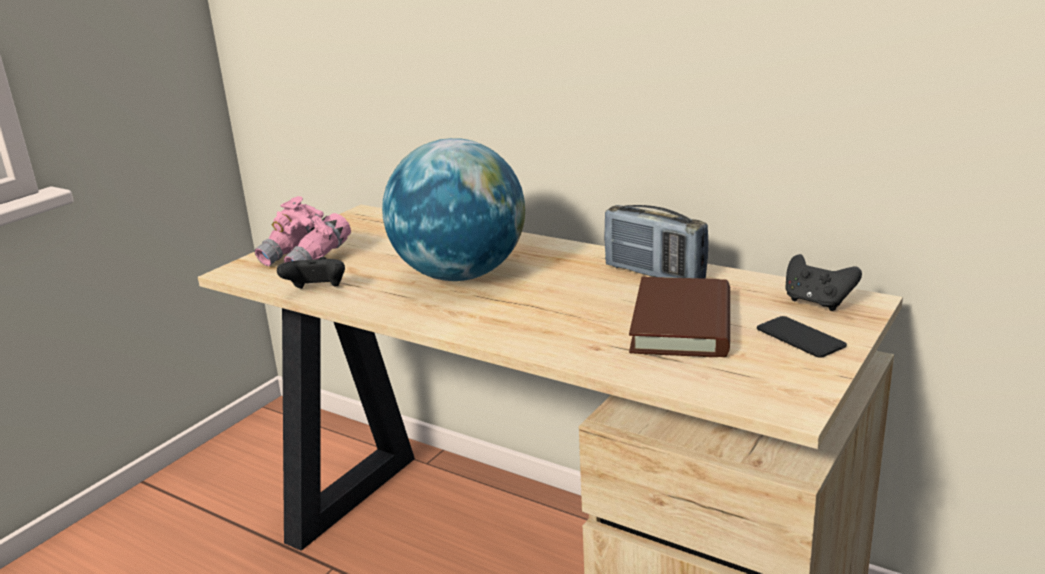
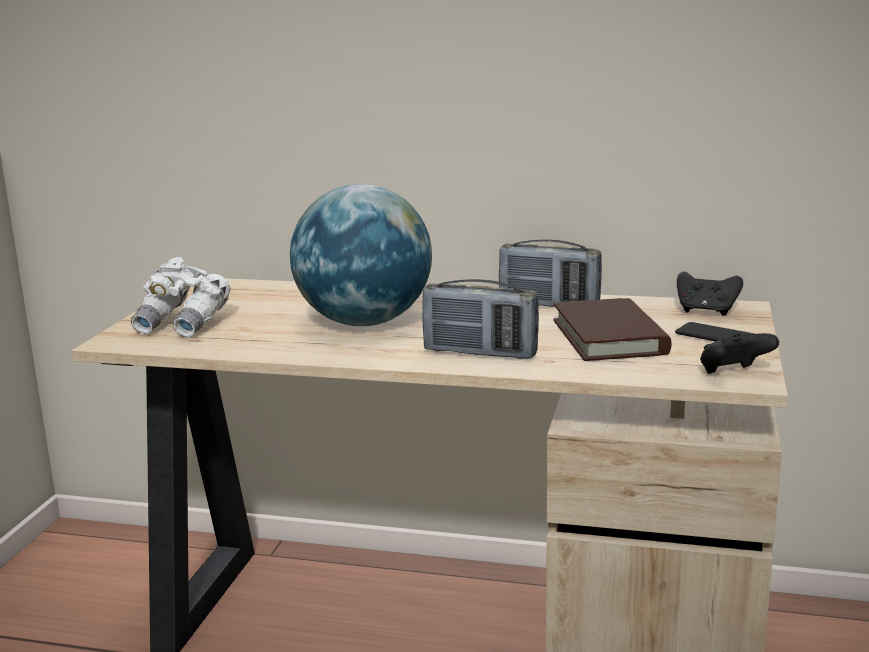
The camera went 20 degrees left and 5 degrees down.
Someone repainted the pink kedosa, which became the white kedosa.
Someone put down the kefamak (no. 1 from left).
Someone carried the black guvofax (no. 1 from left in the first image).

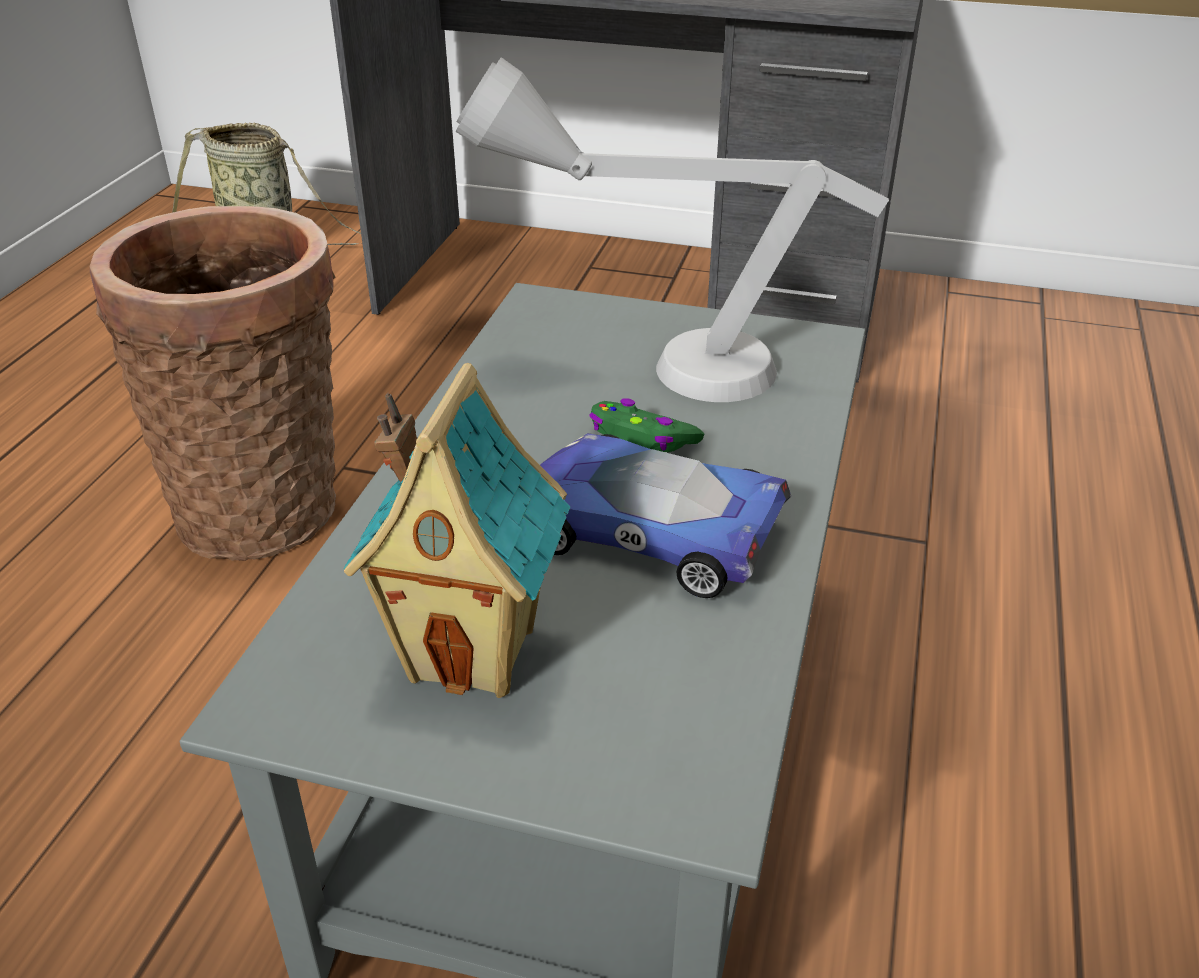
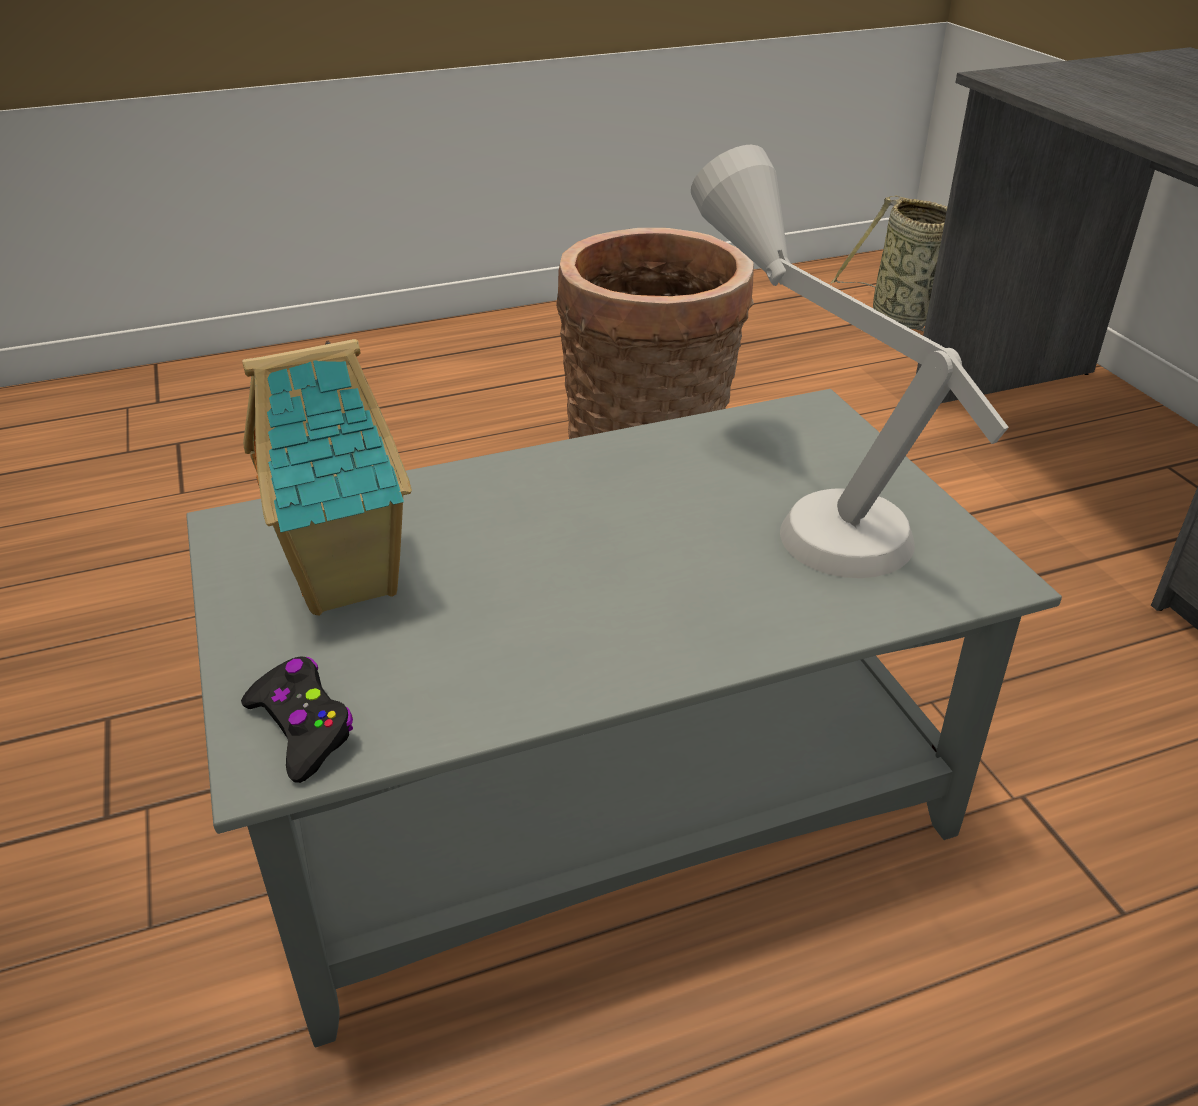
The camera went 55 degrees right and 0 degrees up.
Someone put down the black guvofax.
Someone took away the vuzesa.
Someone took away the green guvofax.

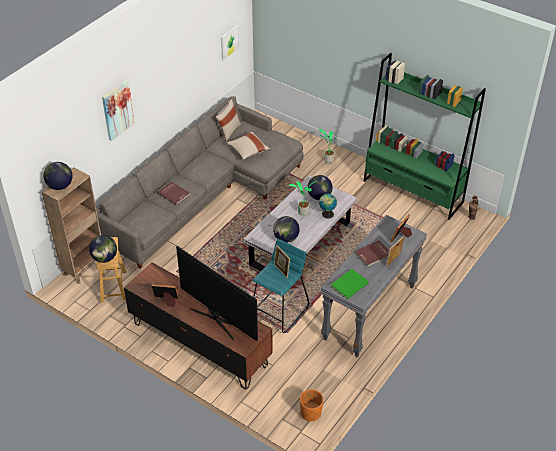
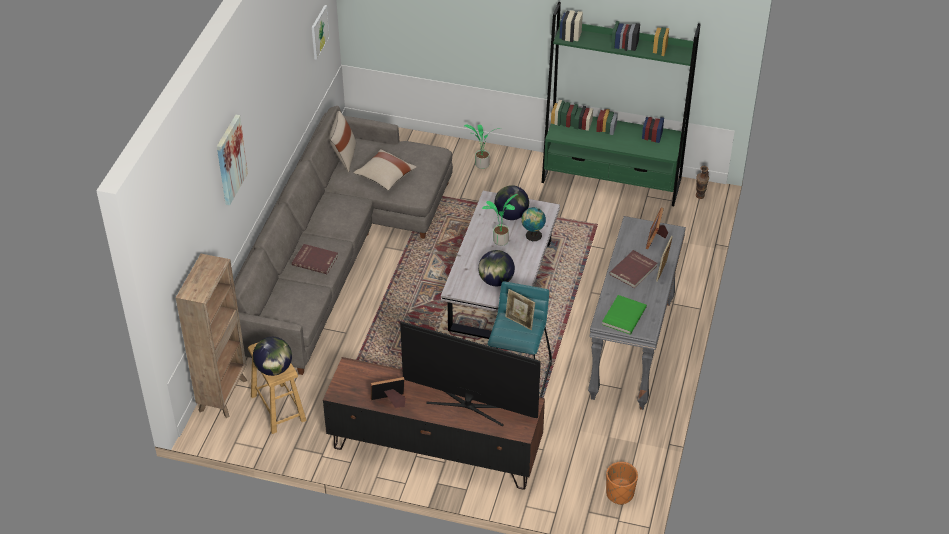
The camera went 20 degrees left and 0 degrees up.
Someone took away the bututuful (no. 1 from left).

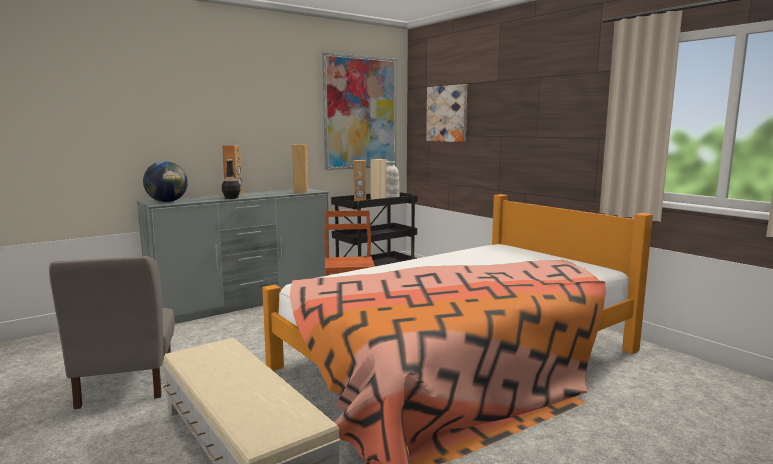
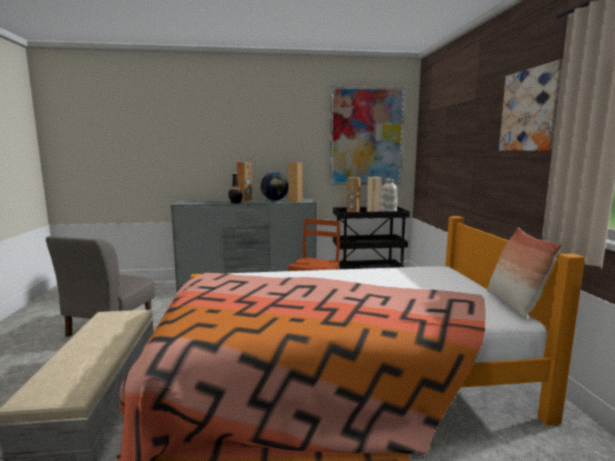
The camera went 30 degrees right and 0 degrees up.
Someone carried the bututuful.
Someone put down the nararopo.
Someone carried the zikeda (no. 2 from left).

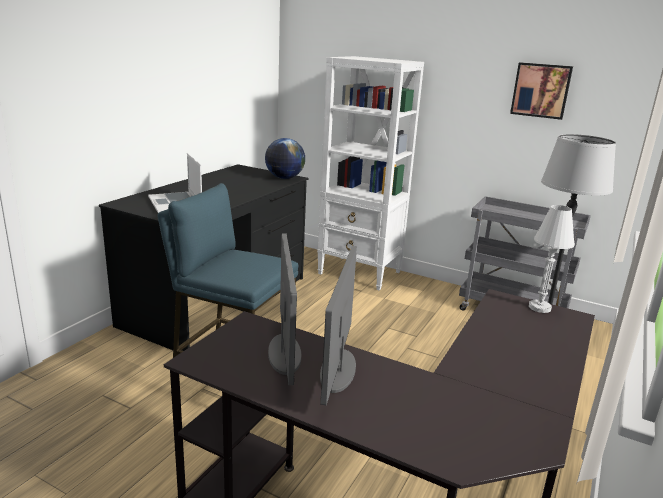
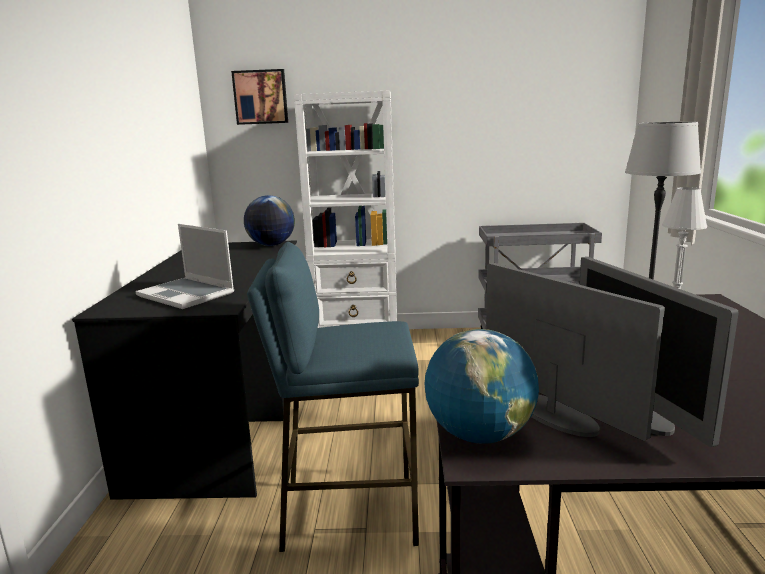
The camera went 25 degrees left and 5 degrees down.
Someone carried the zikeda.
Someone put down the bututuful (no. 2 from left).

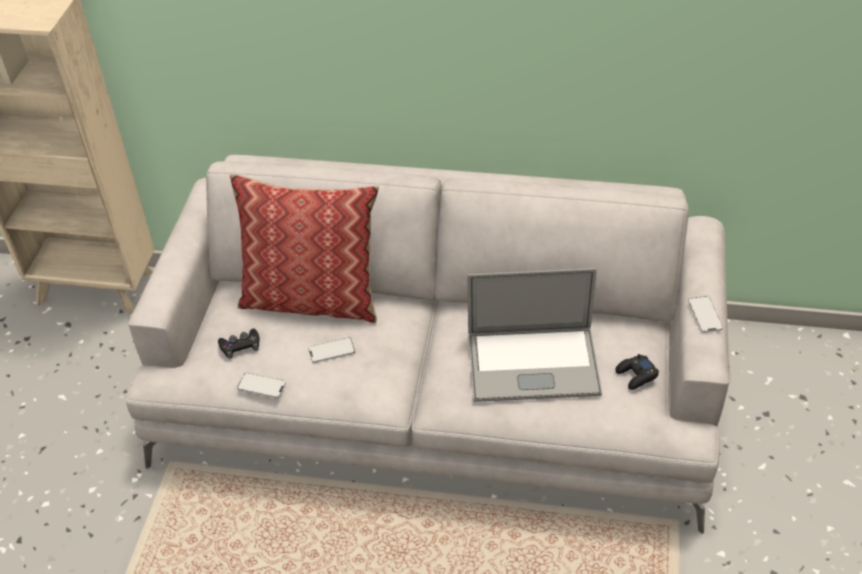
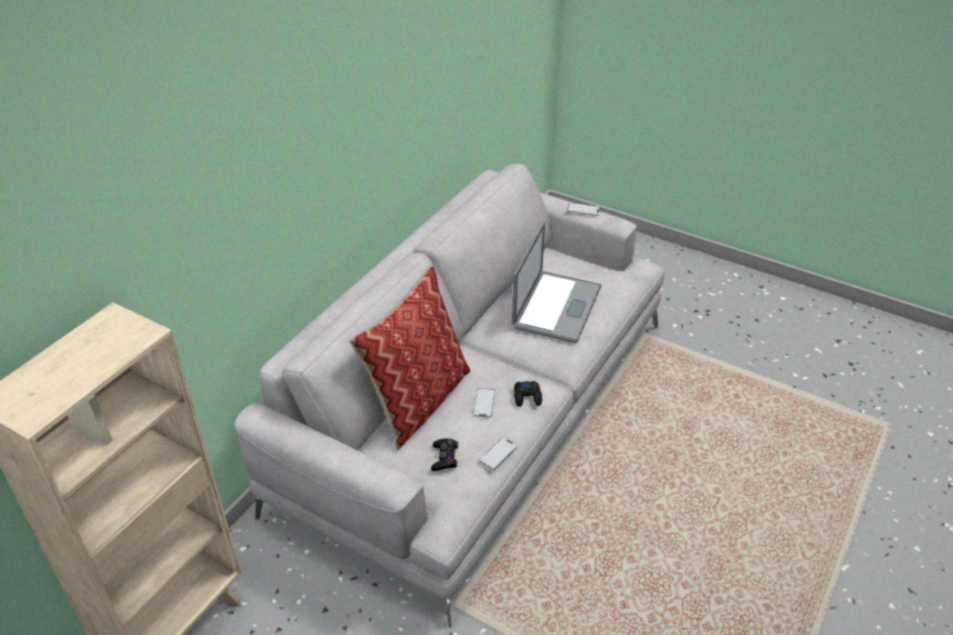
The camera went 70 degrees left and 5 degrees down.
Someone carried the black guvofax (no. 2 from left).

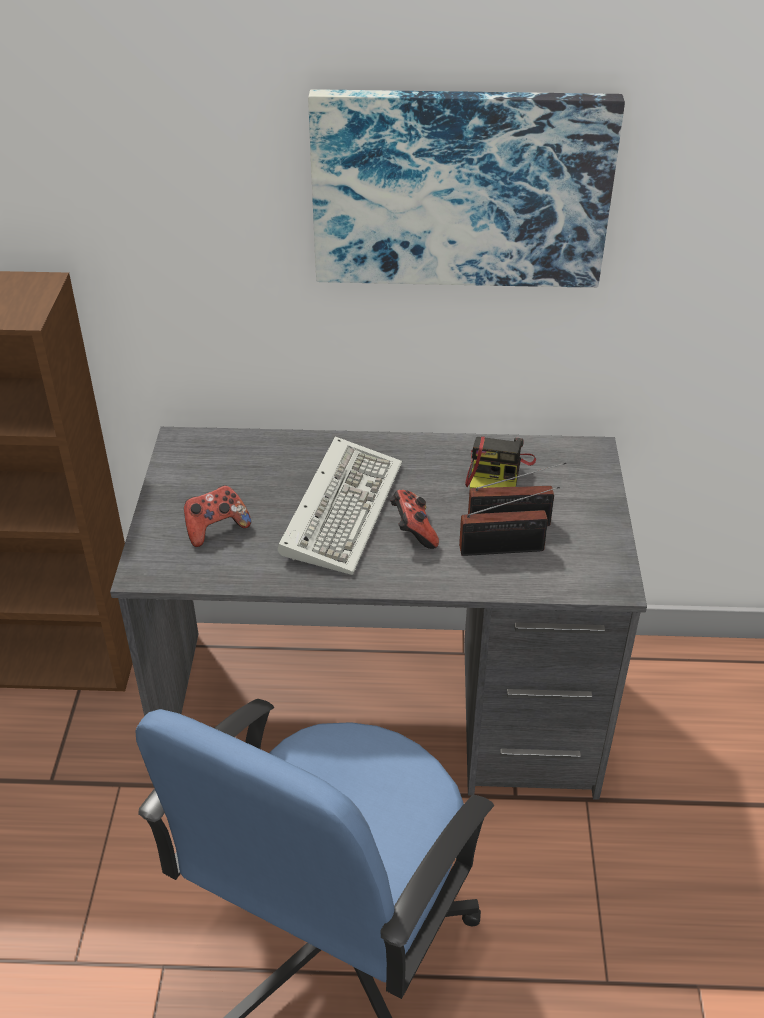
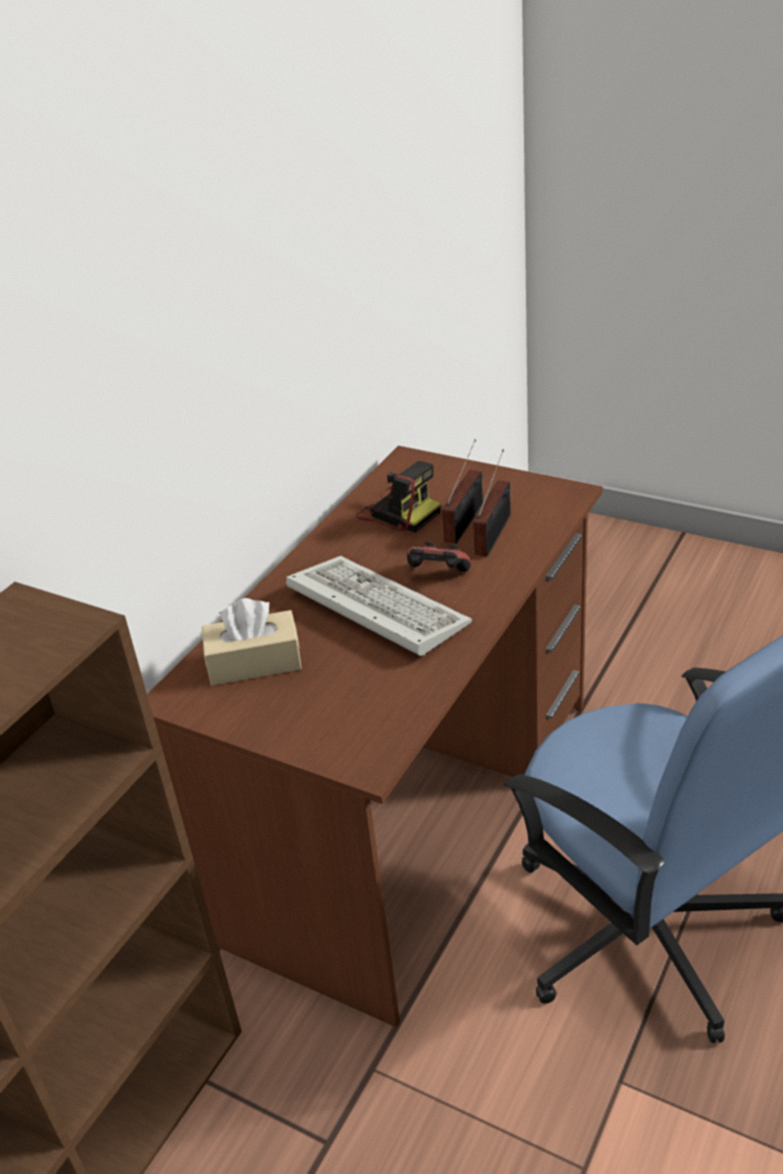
The camera went 60 degrees left and 5 degrees down.
Someone repainted the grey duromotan, which became the brown duromotan.
Someone put down the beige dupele.
Someone took away the guvofax (no. 1 from left).
Someone took away the zikeda.

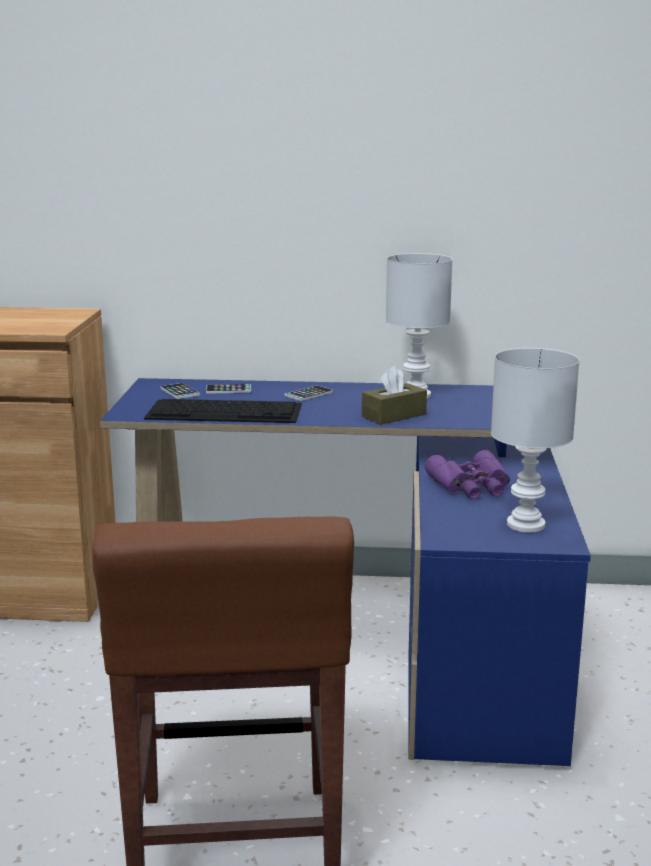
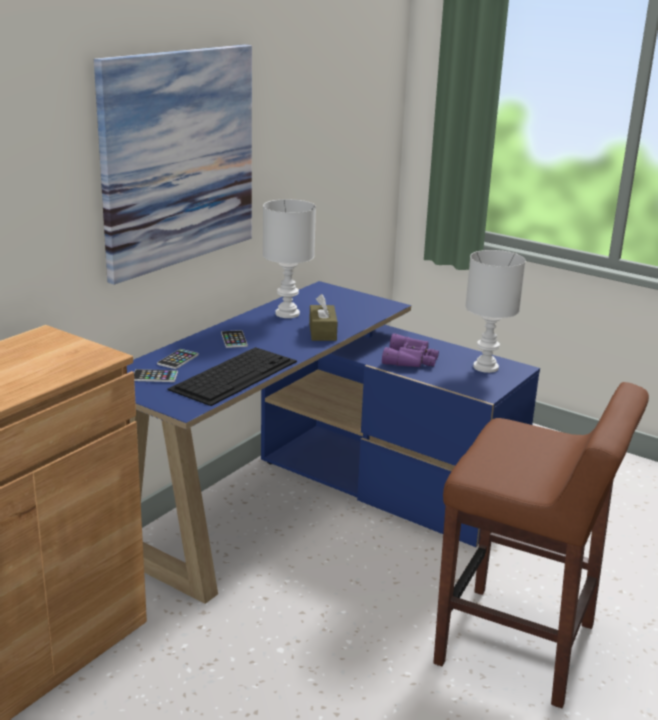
The camera went 60 degrees left and 5 degrees up.
Someone put up the zikeda.

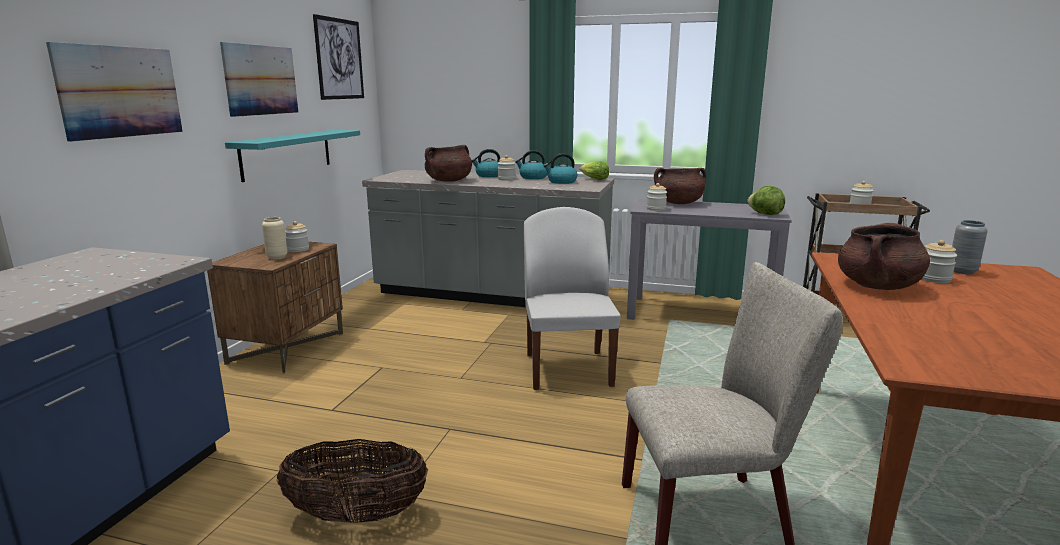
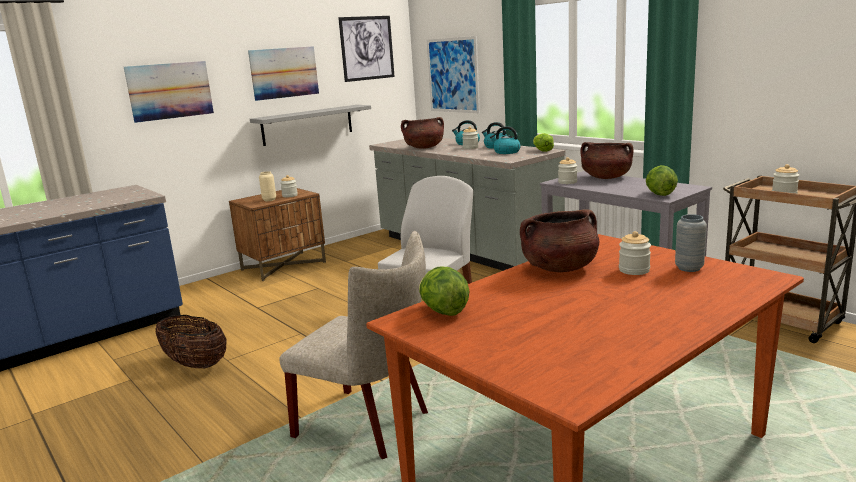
The camera went 35 degrees right and 0 degrees up.
Someone repainted the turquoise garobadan, which became the grey garobadan.
Someone put down the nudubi (no. 1 from left).
Someone put up the zikeda (no. 4 from left).

